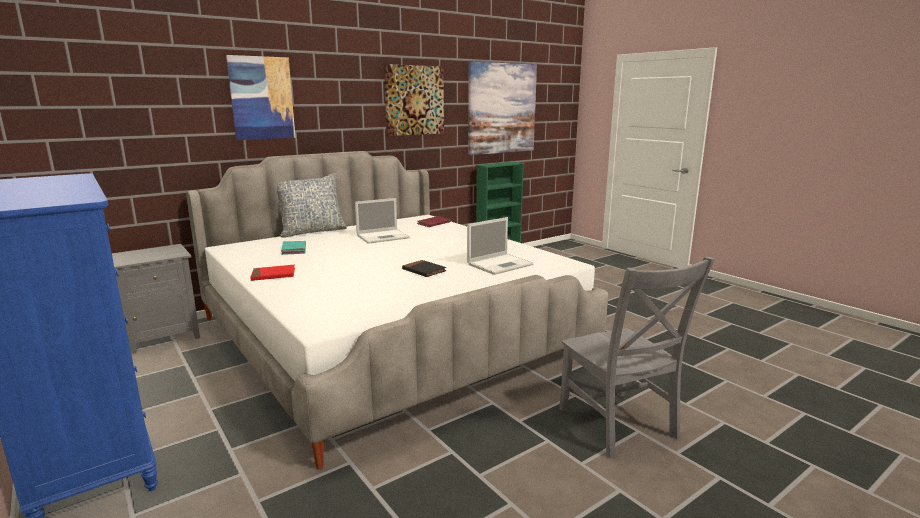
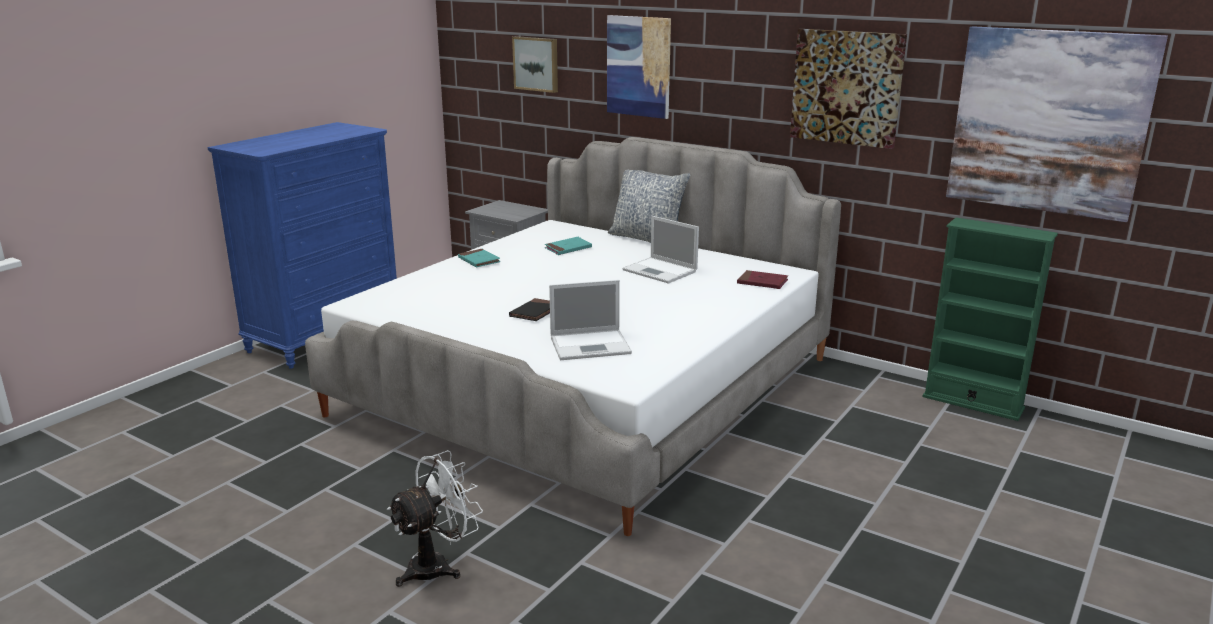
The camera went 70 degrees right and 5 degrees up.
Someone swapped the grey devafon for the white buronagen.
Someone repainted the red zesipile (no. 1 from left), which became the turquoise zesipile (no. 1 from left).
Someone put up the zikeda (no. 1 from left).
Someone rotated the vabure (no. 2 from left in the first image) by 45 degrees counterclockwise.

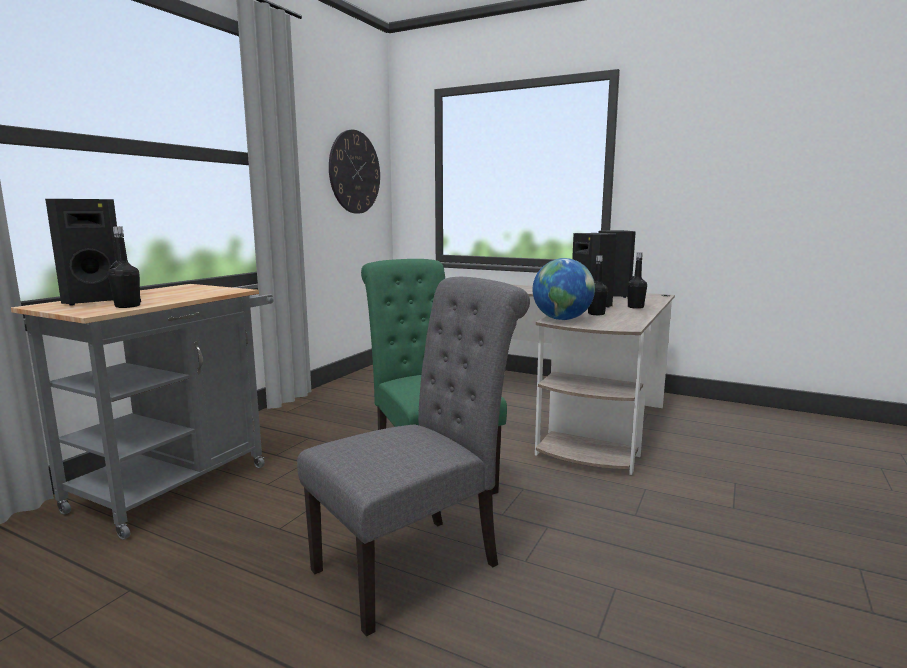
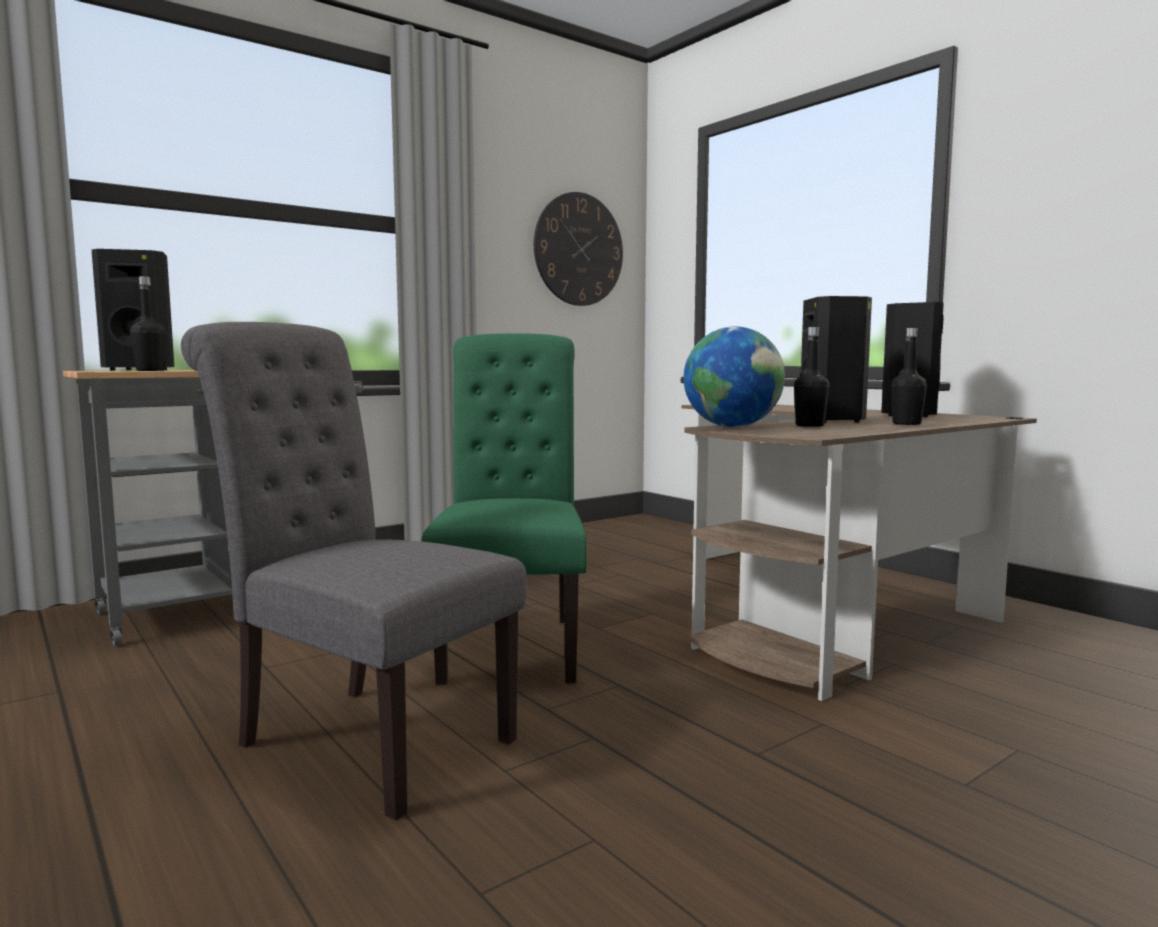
The camera went 25 degrees right and 5 degrees down.
Someone rotated the grey devafon by 135 degrees counterclockwise.

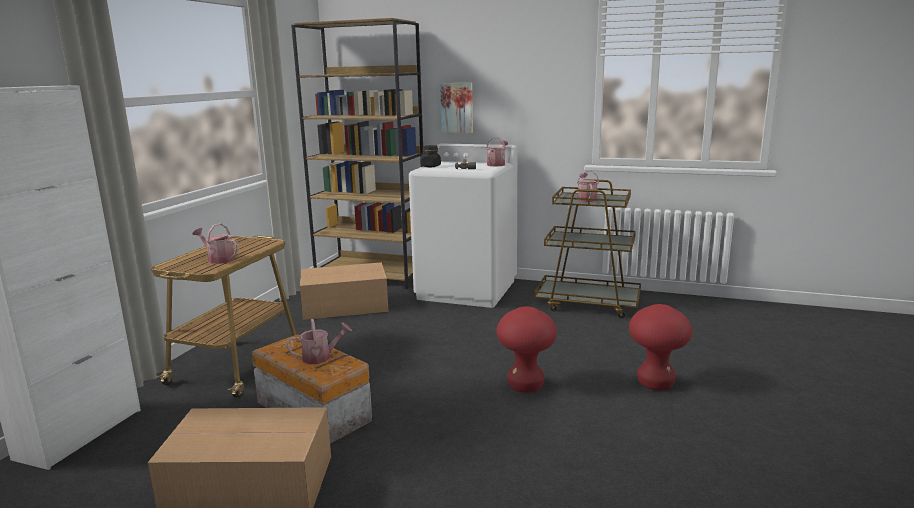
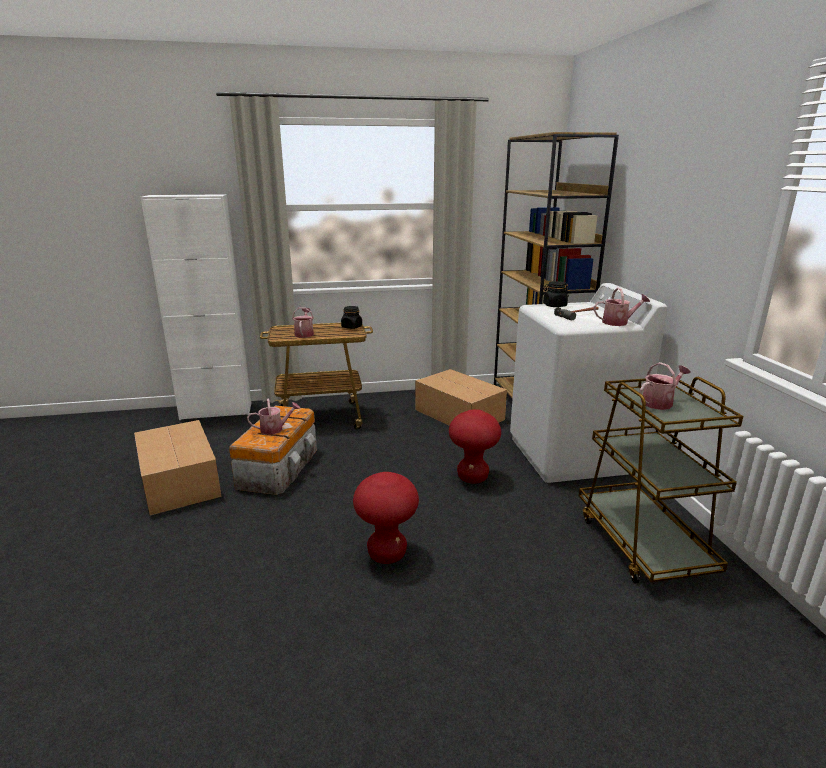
The camera went 60 degrees right and 5 degrees up.
Someone rotated the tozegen (no. 2 from left in the first image) by 60 degrees counterclockwise.
Someone put down the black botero (no. 1 from left).
Someone carried the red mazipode (no. 2 from left).
Someone took away the zikeda.

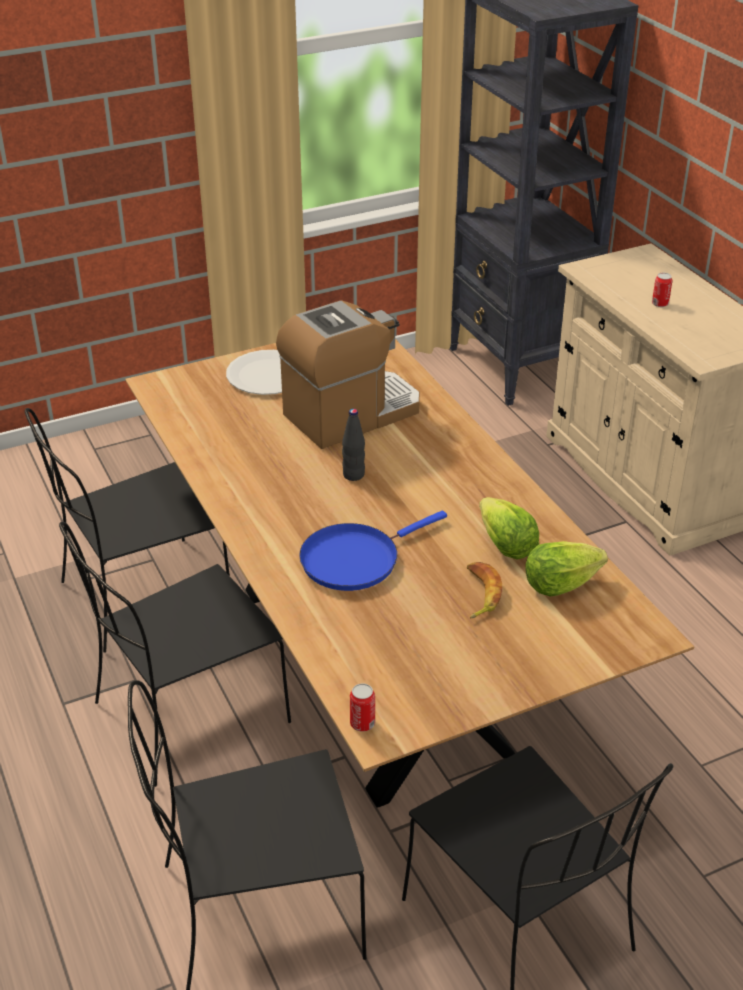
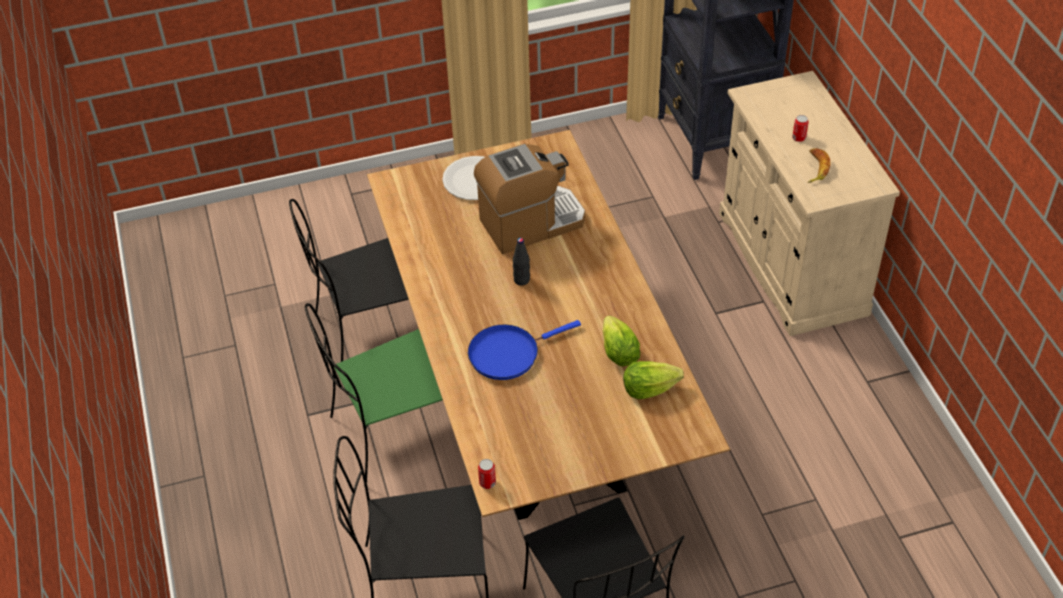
The camera went 10 degrees right and 10 degrees up.
Someone repainted the black devafon (no. 2 from left), which became the green devafon.
Someone carried the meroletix.

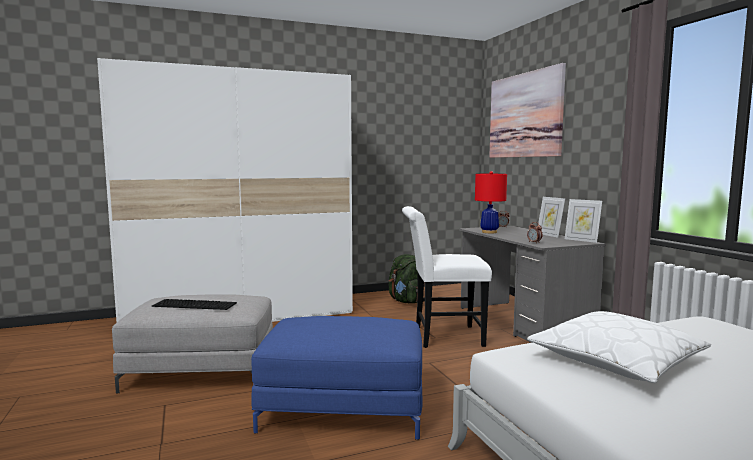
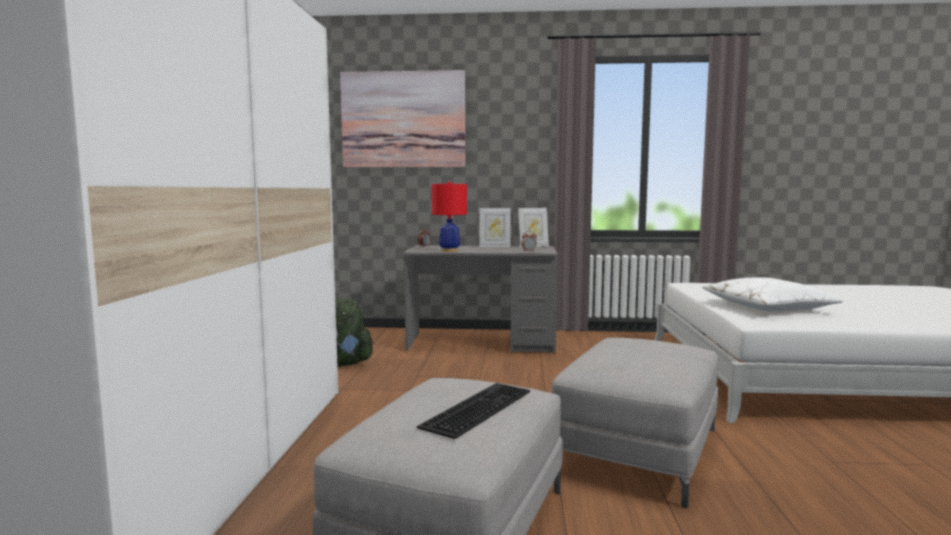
The camera went 65 degrees left and 0 degrees up.
Someone repainted the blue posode, which became the grey posode (no. 2 from left).
Someone took away the white devafon.

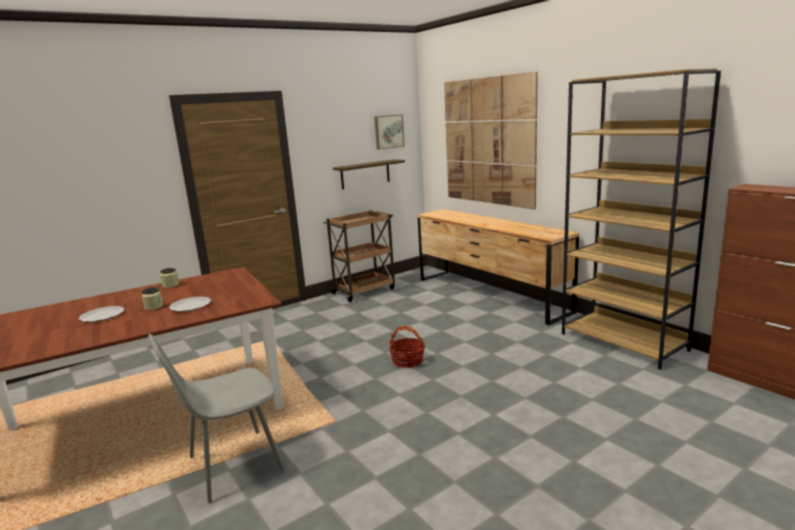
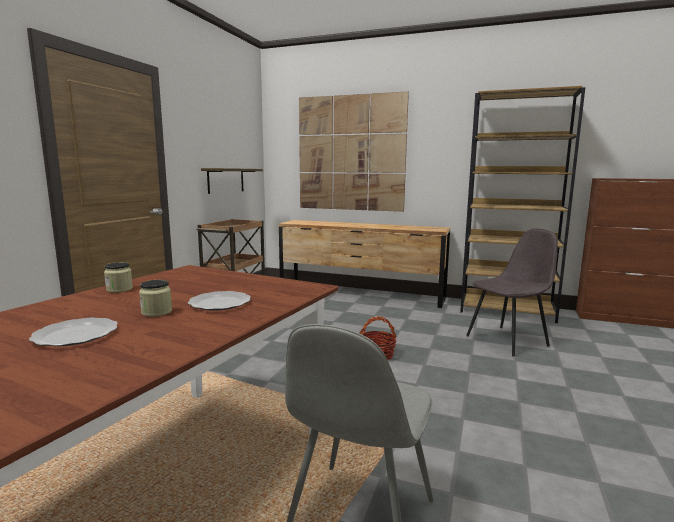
The camera went 35 degrees left and 5 degrees down.
Someone put down the grey devafon (no. 2 from left).
Someone took away the zikeda (no. 1 from left).

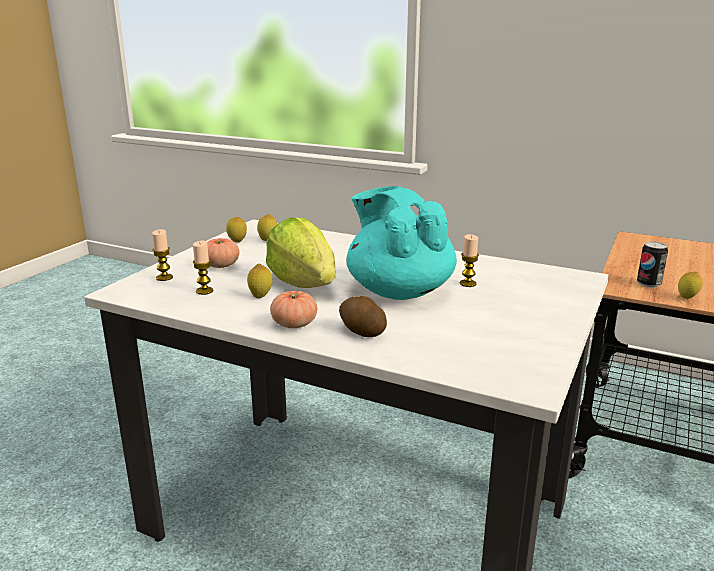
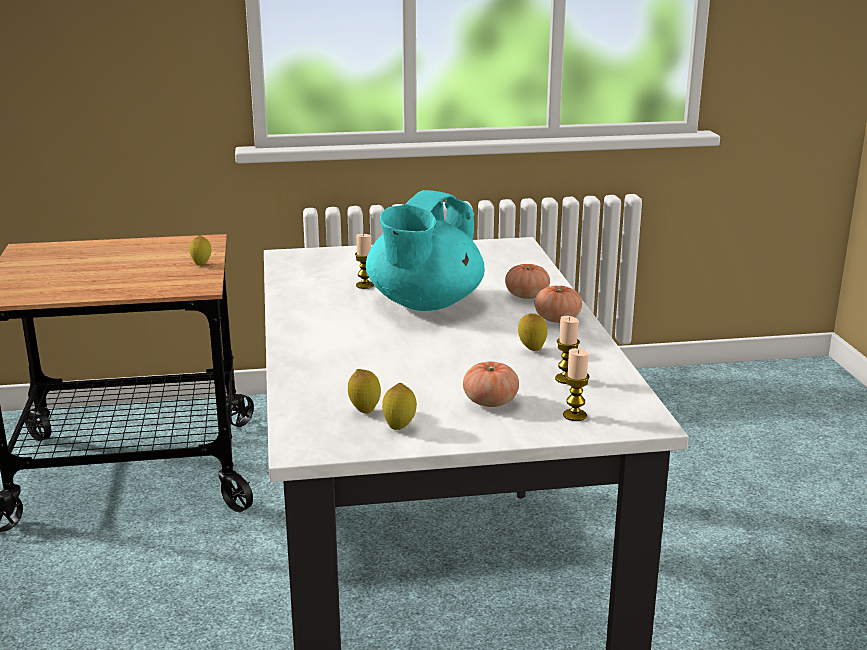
The camera went 125 degrees left and 0 degrees up.
Someone swapped the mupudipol for the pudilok (no. 2 from left).
Someone took away the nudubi.
Someone took away the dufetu.

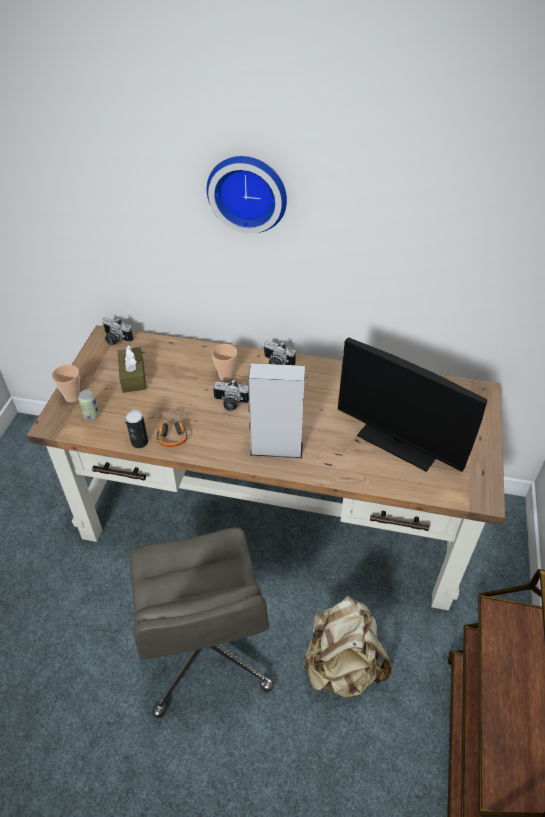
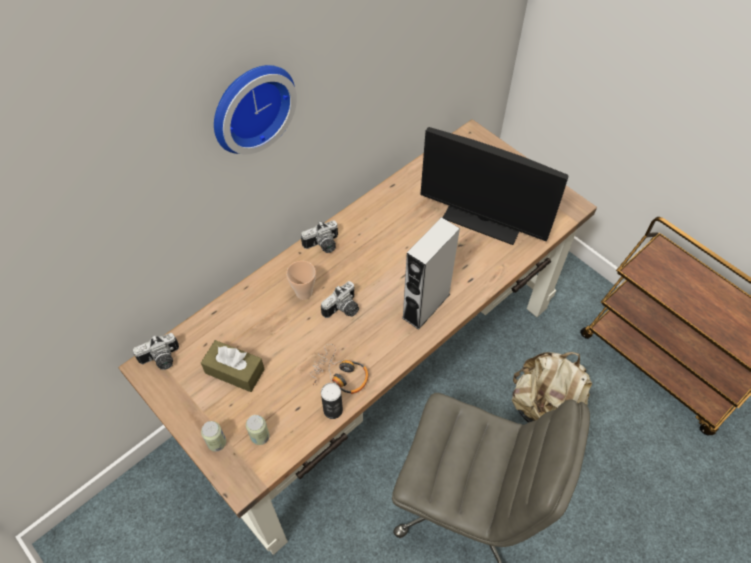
The camera went 55 degrees left and 10 degrees up.
Someone swapped the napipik (no. 1 from left) for the dufetu (no. 1 from left).
Someone rotated the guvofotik by 45 degrees clockwise.

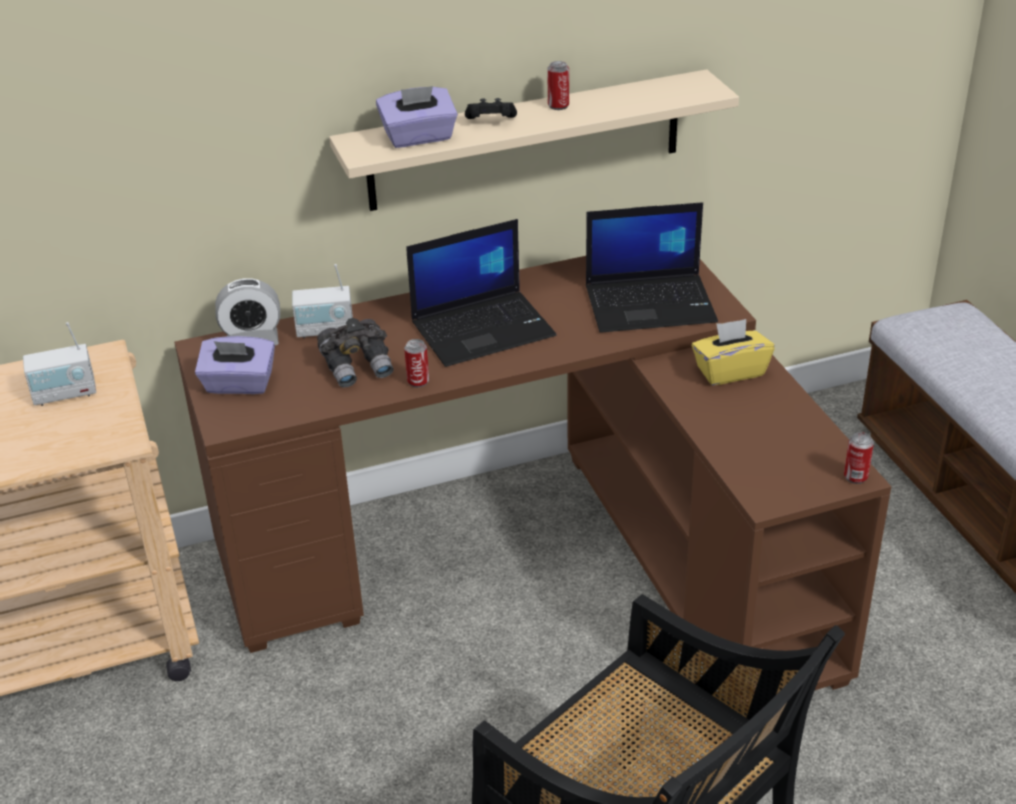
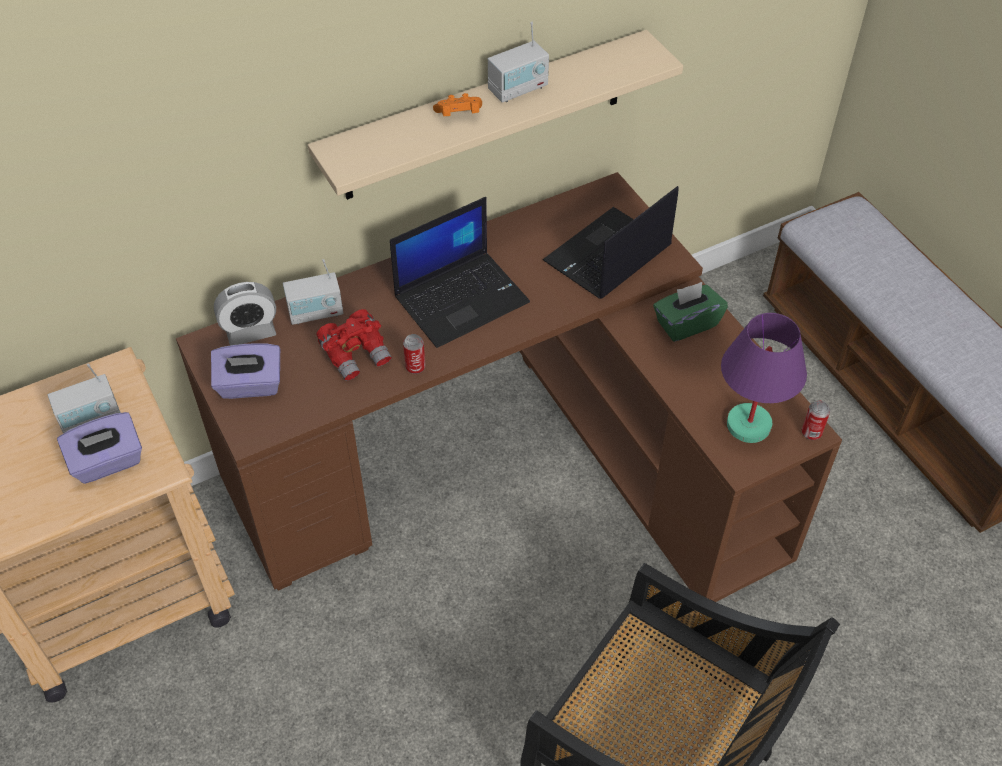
The camera went 10 degrees left and 15 degrees up.
Someone carried the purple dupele (no. 2 from left in the first image).
Someone repainted the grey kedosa, which became the red kedosa.
Someone repainted the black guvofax, which became the orange guvofax.
Someone swapped the dufetu (no. 2 from left) for the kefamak (no. 3 from left).
Someone rotated the vabure (no. 2 from left) by 150 degrees clockwise.
Someone repainted the yellow dupele, which became the green dupele.
Someone put down the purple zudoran.

